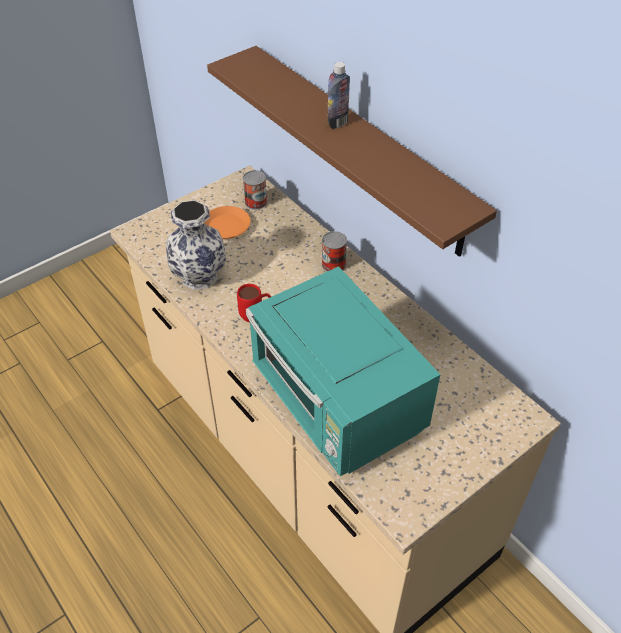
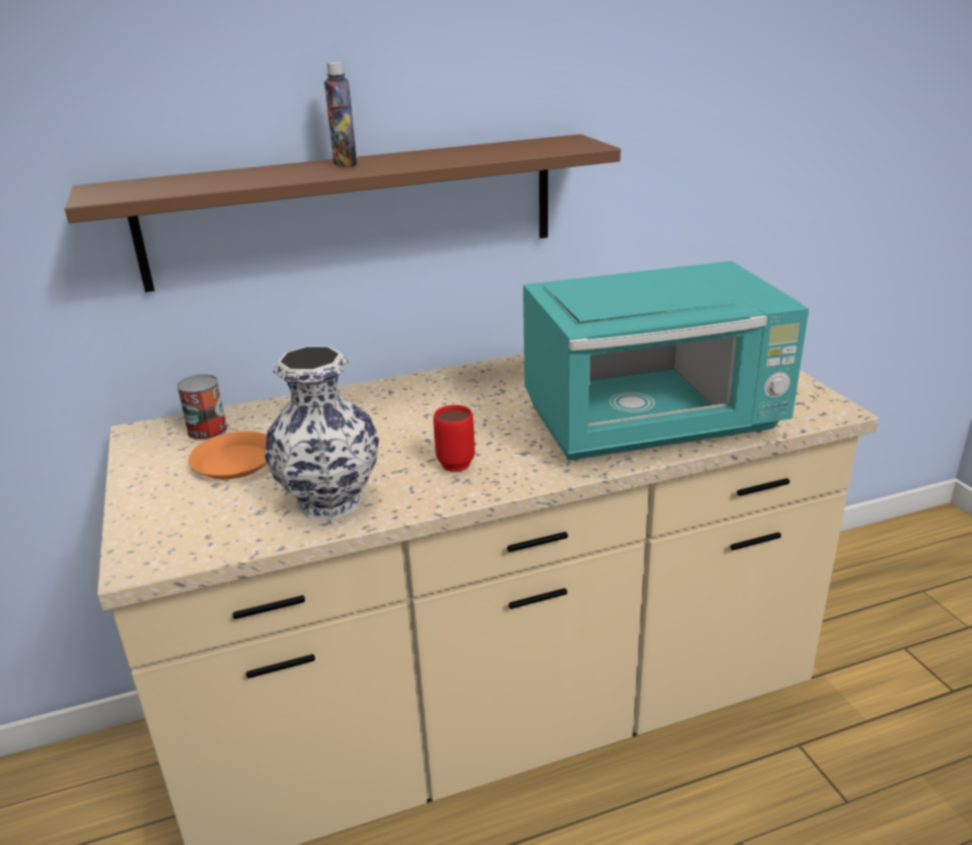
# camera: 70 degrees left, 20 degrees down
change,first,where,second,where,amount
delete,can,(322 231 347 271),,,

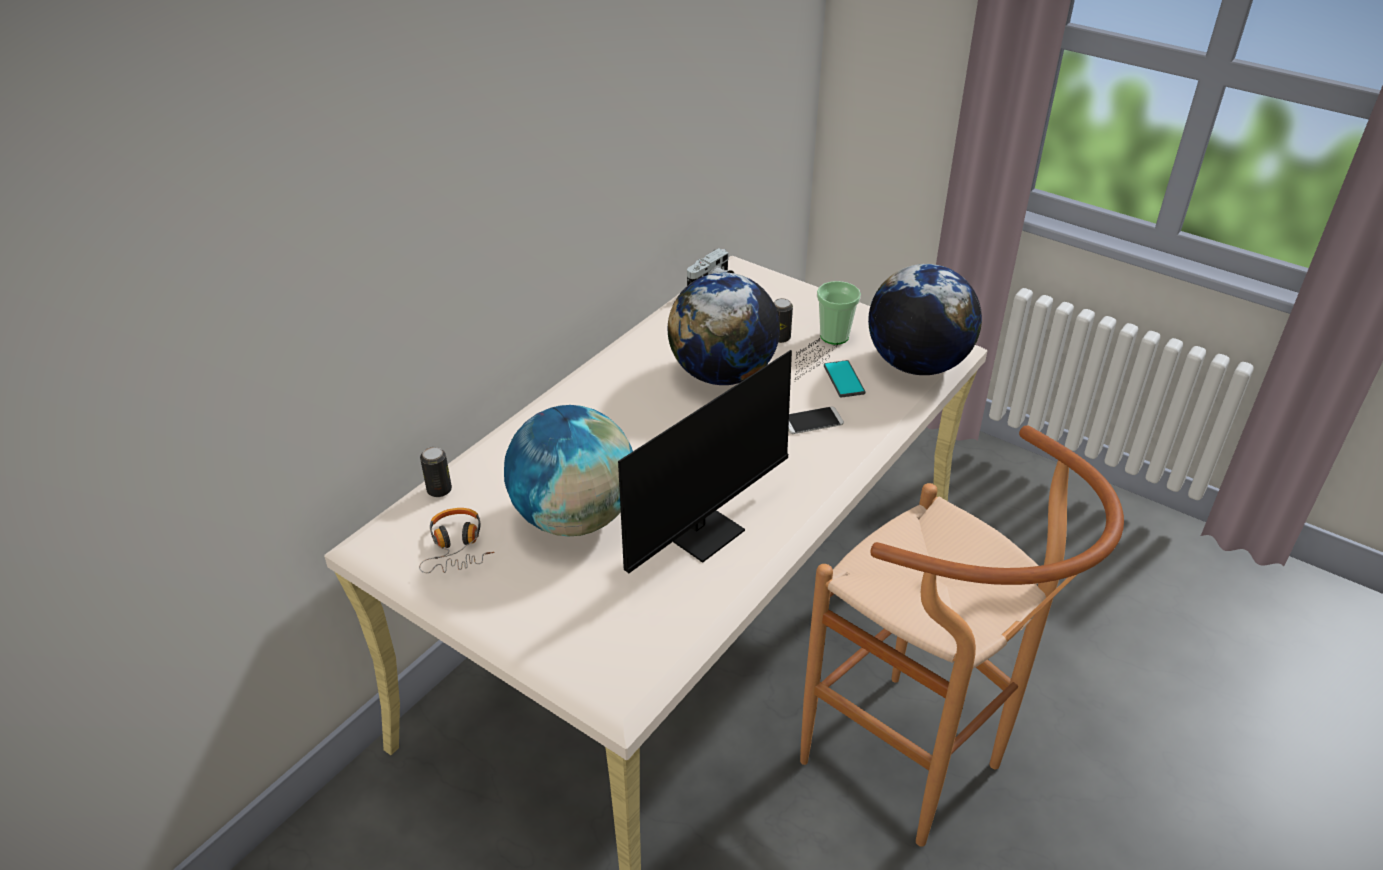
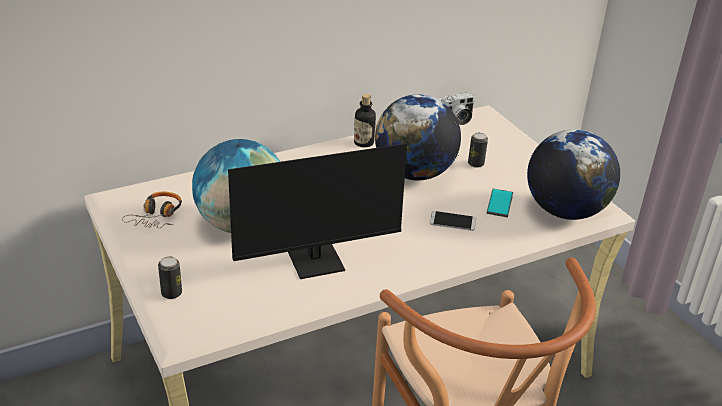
# camera: 25 degrees right, 5 degrees down
change,first,where,second,where,amount
move,can,(420 447 452 497),,(158 256 182 299),
insert,,,bottle,(354 94 376 147),
delete,cup,(817 281 861 345),,,

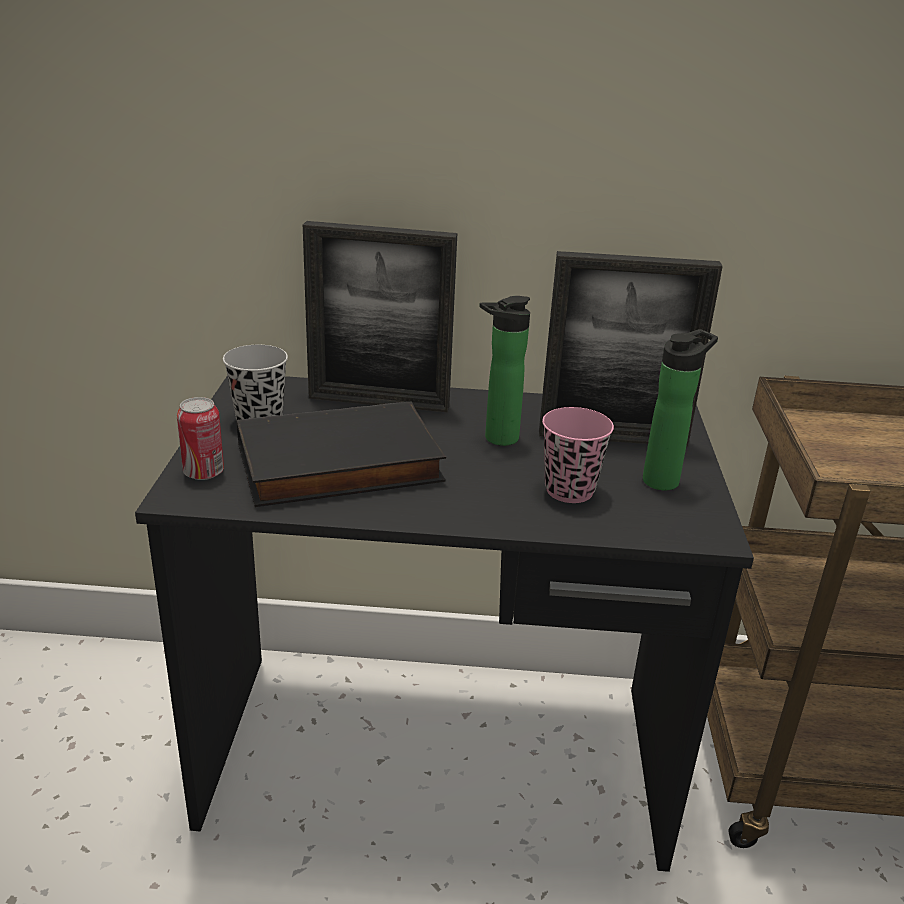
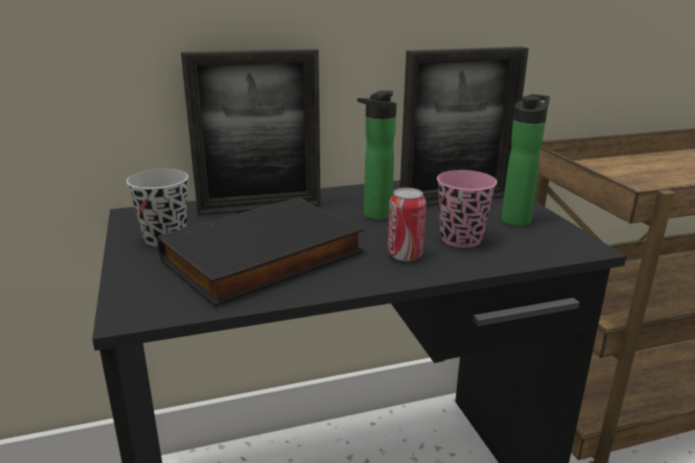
# camera: 20 degrees left, 5 degrees down
change,first,where,second,where,amount
move,can,(177 397 224 480),,(388 188 426 261),

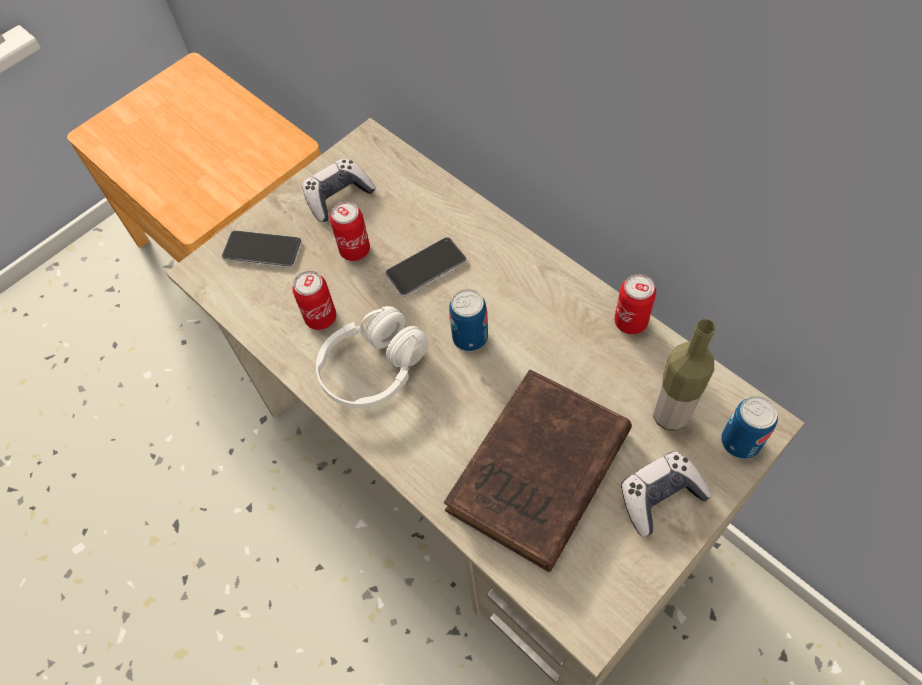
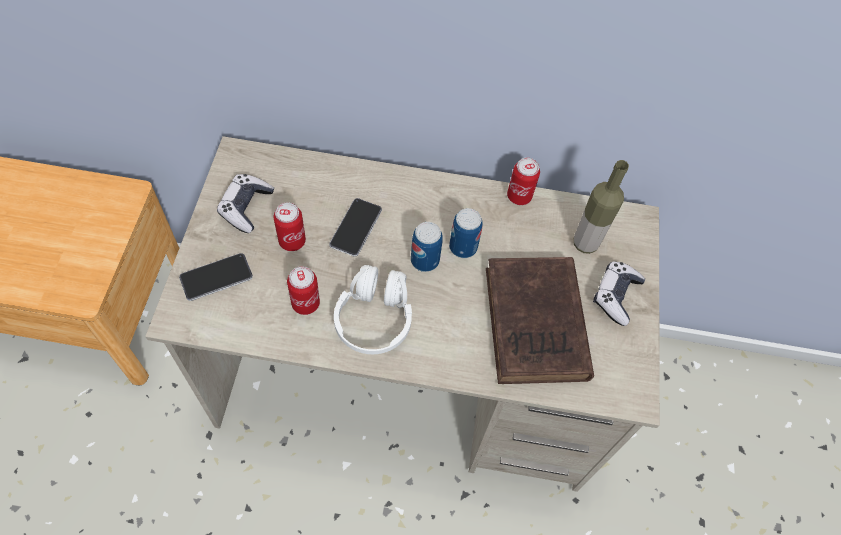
# camera: 45 degrees left, 0 degrees up
change,first,where,second,where,amount
move,can,(721 396 778 459),,(449 208 483 258),

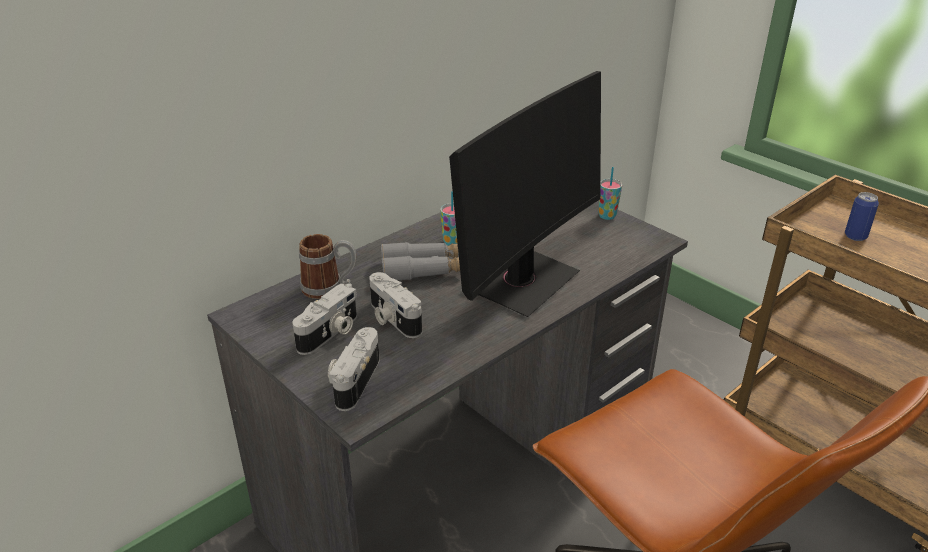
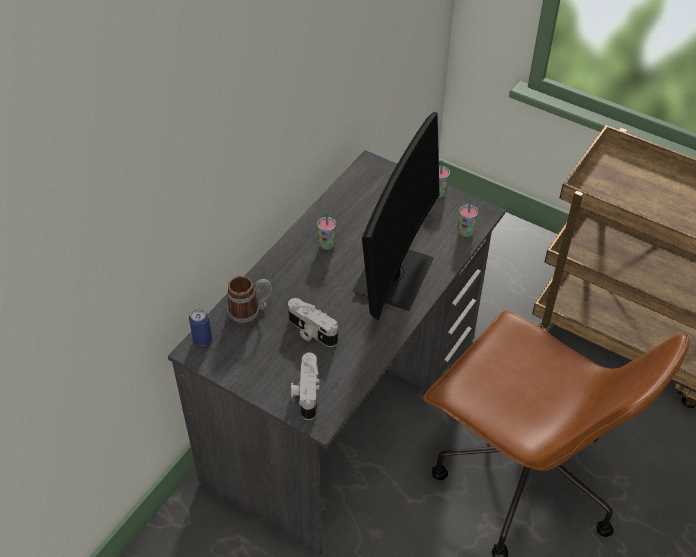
# camera: 15 degrees left, 15 degrees up
change,first,where,second,where,amount
move,can,(845 192 879 241),,(189 308 212 346),
insert,,,cup,(458 199 478 237),
delete,photo camera,(292 283 357 355),,,
delete,binoculars (grey),(381 242 460 280),,,

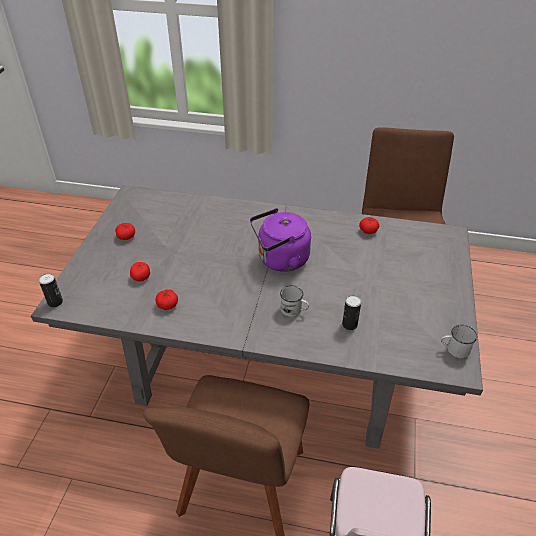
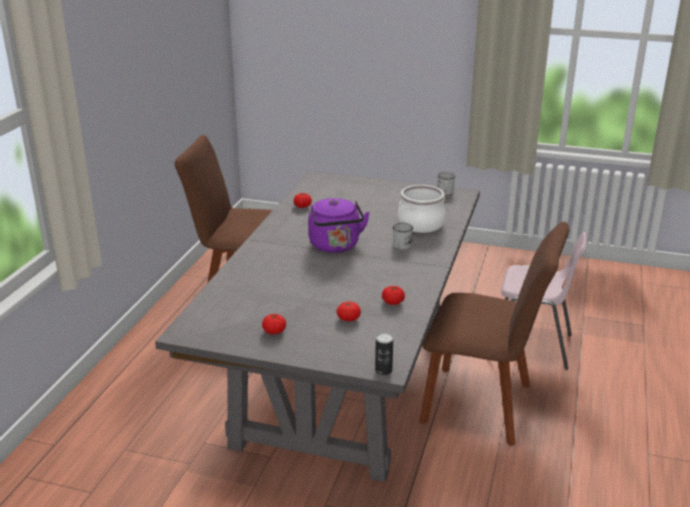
# camera: 85 degrees left, 15 degrees down
change,first,where,second,where,amount
replace,can,(342 295 361 330),cooking pot,(398 185 446 233),

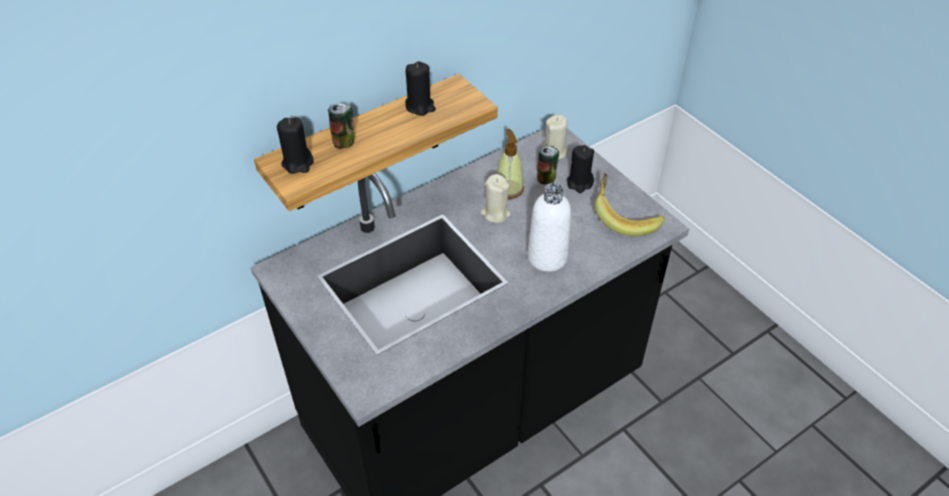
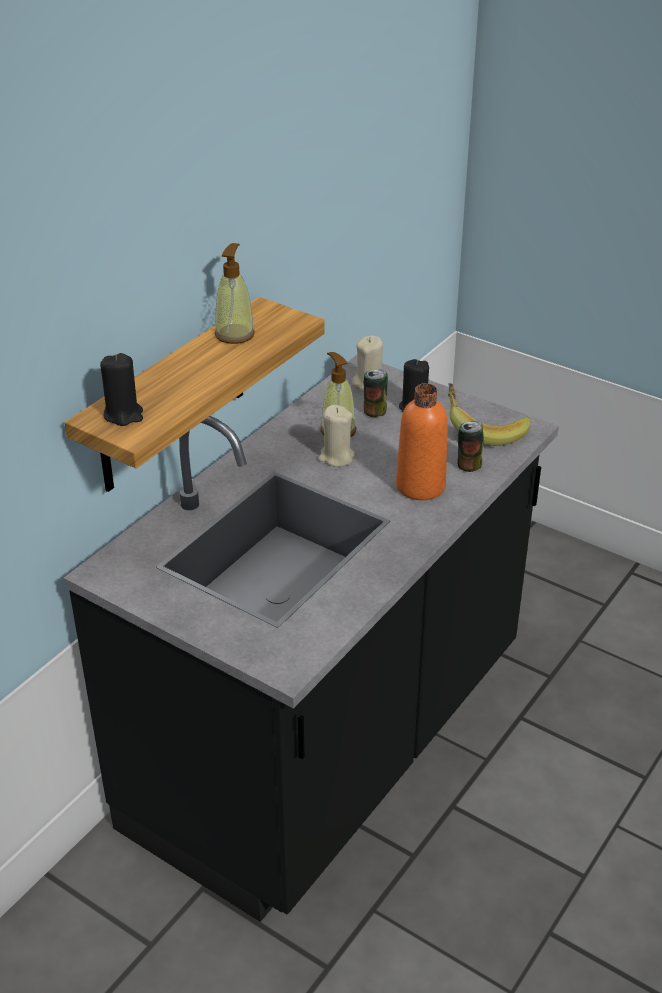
# camera: 20 degrees left, 10 degrees down
change,first,where,second,where,amount
replace,candle (black),(405 61 436 116),soap dispenser,(215 243 255 344),
recolor,bottle (white),(527 183 571 272),bottle (orange),(396 383 448 500),
move,can,(328 103 355 149),,(457 421 484 472),

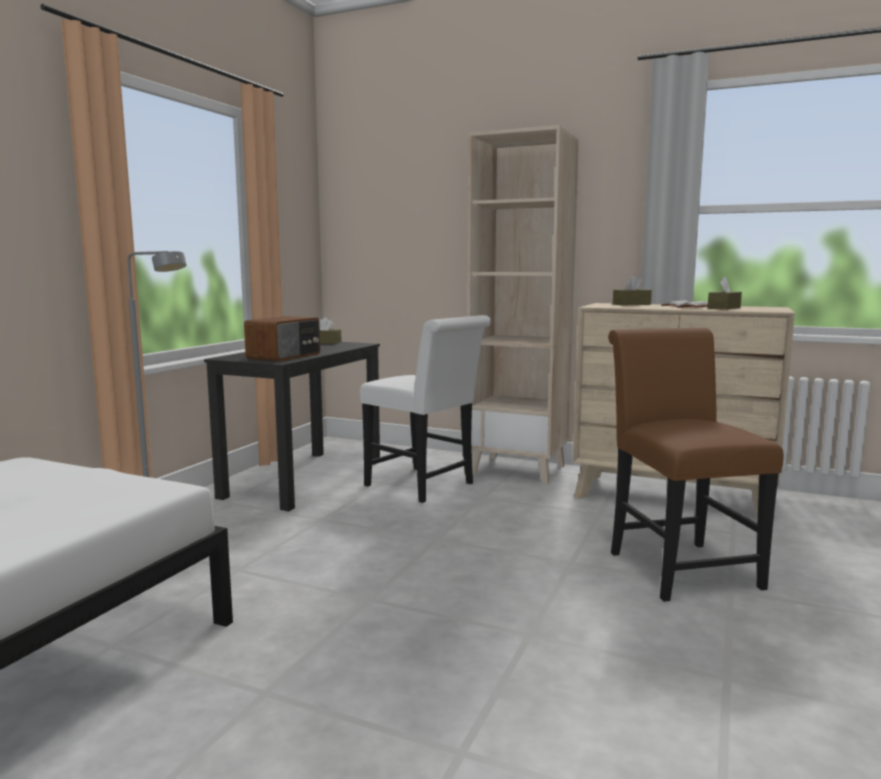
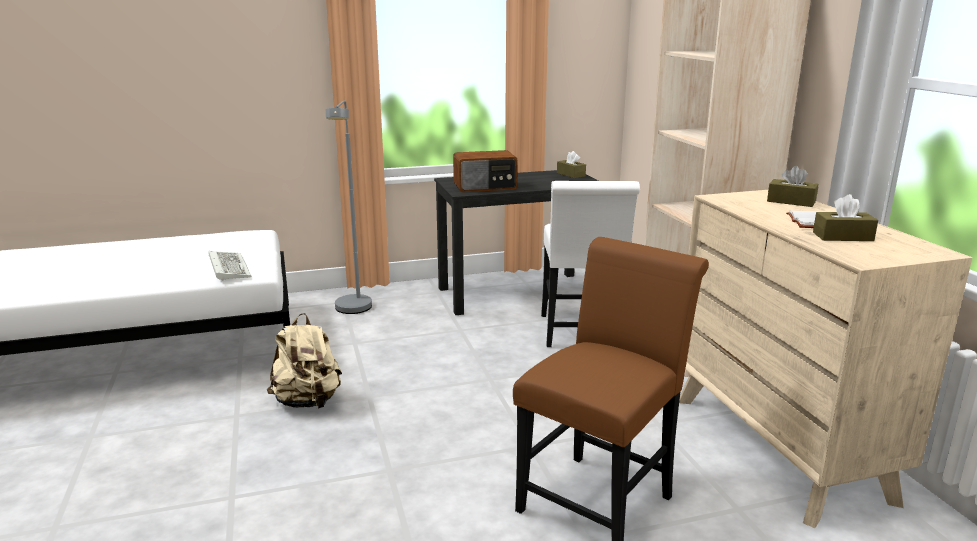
# camera: 50 degrees right, 10 degrees up
change,first,where,second,where,amount
insert,,,keyboard,(208 251 251 281),
insert,,,backpack (beige),(267 313 342 409),

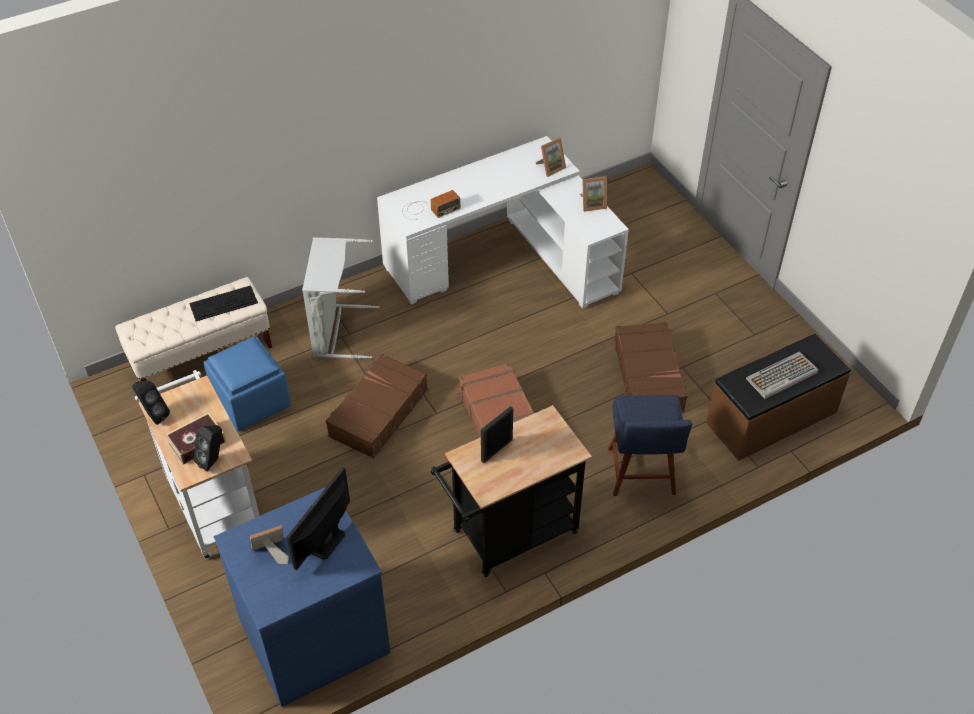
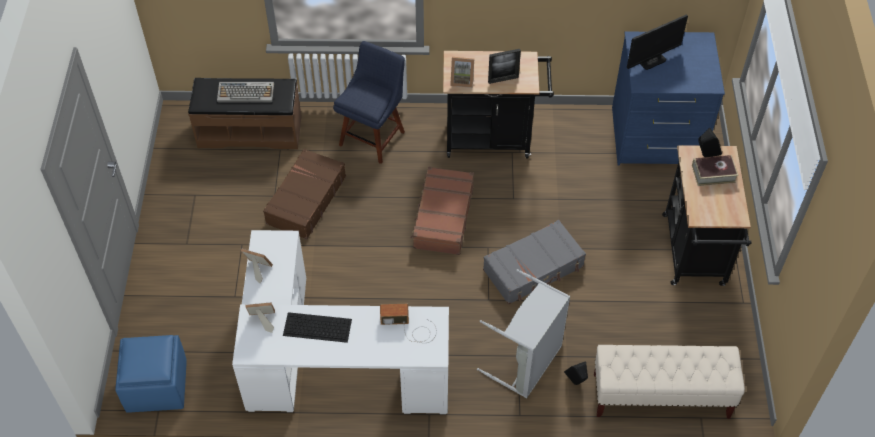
# camera: 150 degrees left, 5 degrees up
change,first,where,second,where,amount
move,ottoman (blue),(204 336 291 432),,(115 335 187 413),
move,keyboard,(189 285 258 321),,(283 312 352 343),
move,picture frame,(250 525 289 564),,(450 57 474 88),
recolor,suitcase (brown),(326 354 428 459),suitcase (grey),(483 220 586 305),
move,speaker (black),(133 380 170 425),,(564 361 588 385),
recolor,cart (white),(135 370 260 559),cart (black),(662 145 752 286),

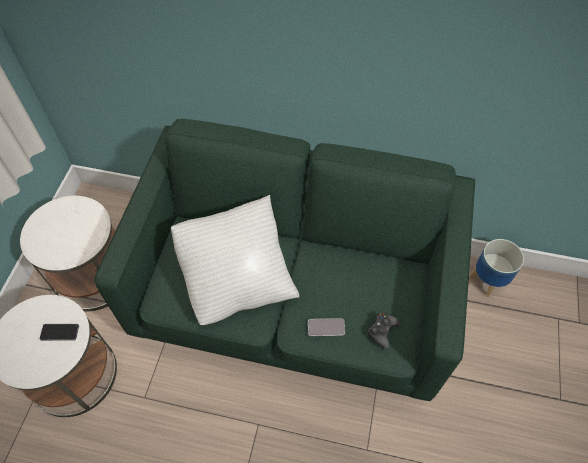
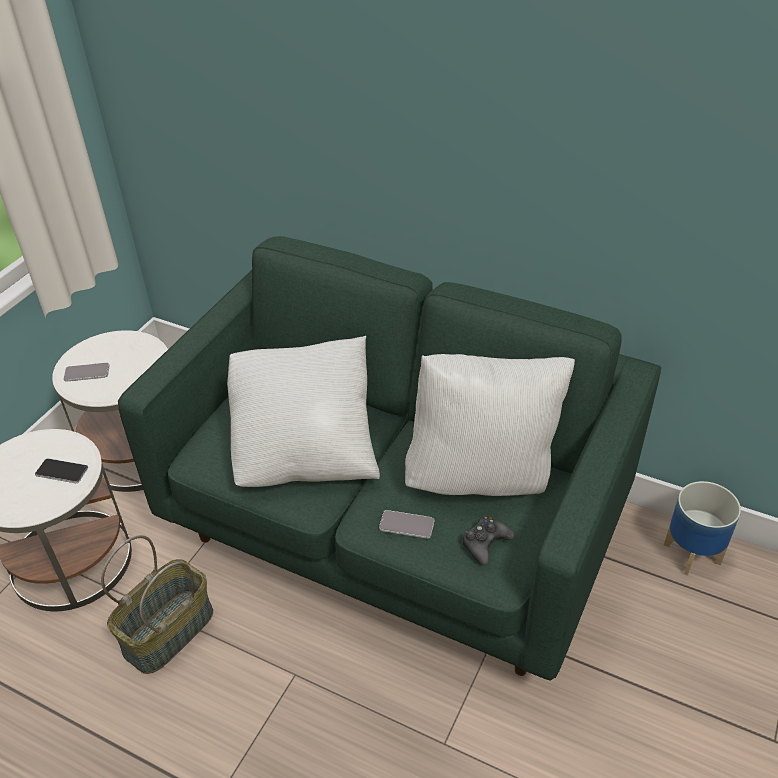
# camera: 15 degrees right, 15 degrees down
change,first,where,second,where,amount
insert,,,phone,(64 363 110 382),
insert,,,basket,(101 535 213 674),
insert,,,pillow (white),(405 354 575 496),

